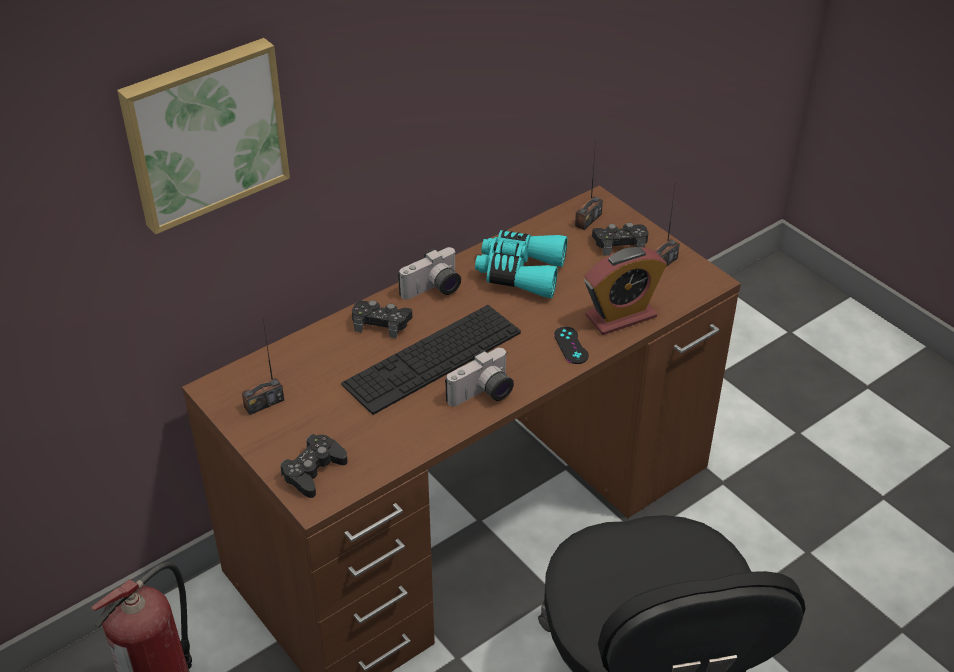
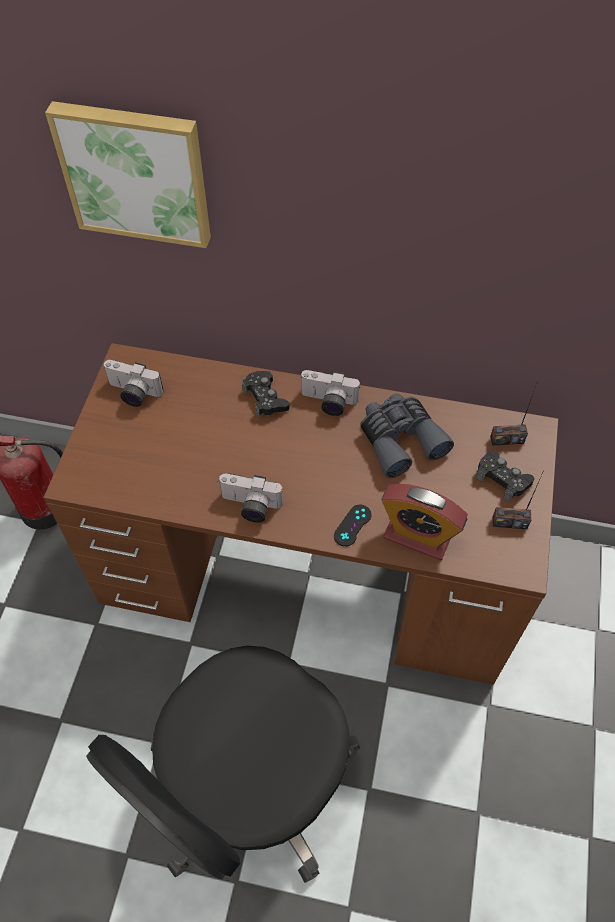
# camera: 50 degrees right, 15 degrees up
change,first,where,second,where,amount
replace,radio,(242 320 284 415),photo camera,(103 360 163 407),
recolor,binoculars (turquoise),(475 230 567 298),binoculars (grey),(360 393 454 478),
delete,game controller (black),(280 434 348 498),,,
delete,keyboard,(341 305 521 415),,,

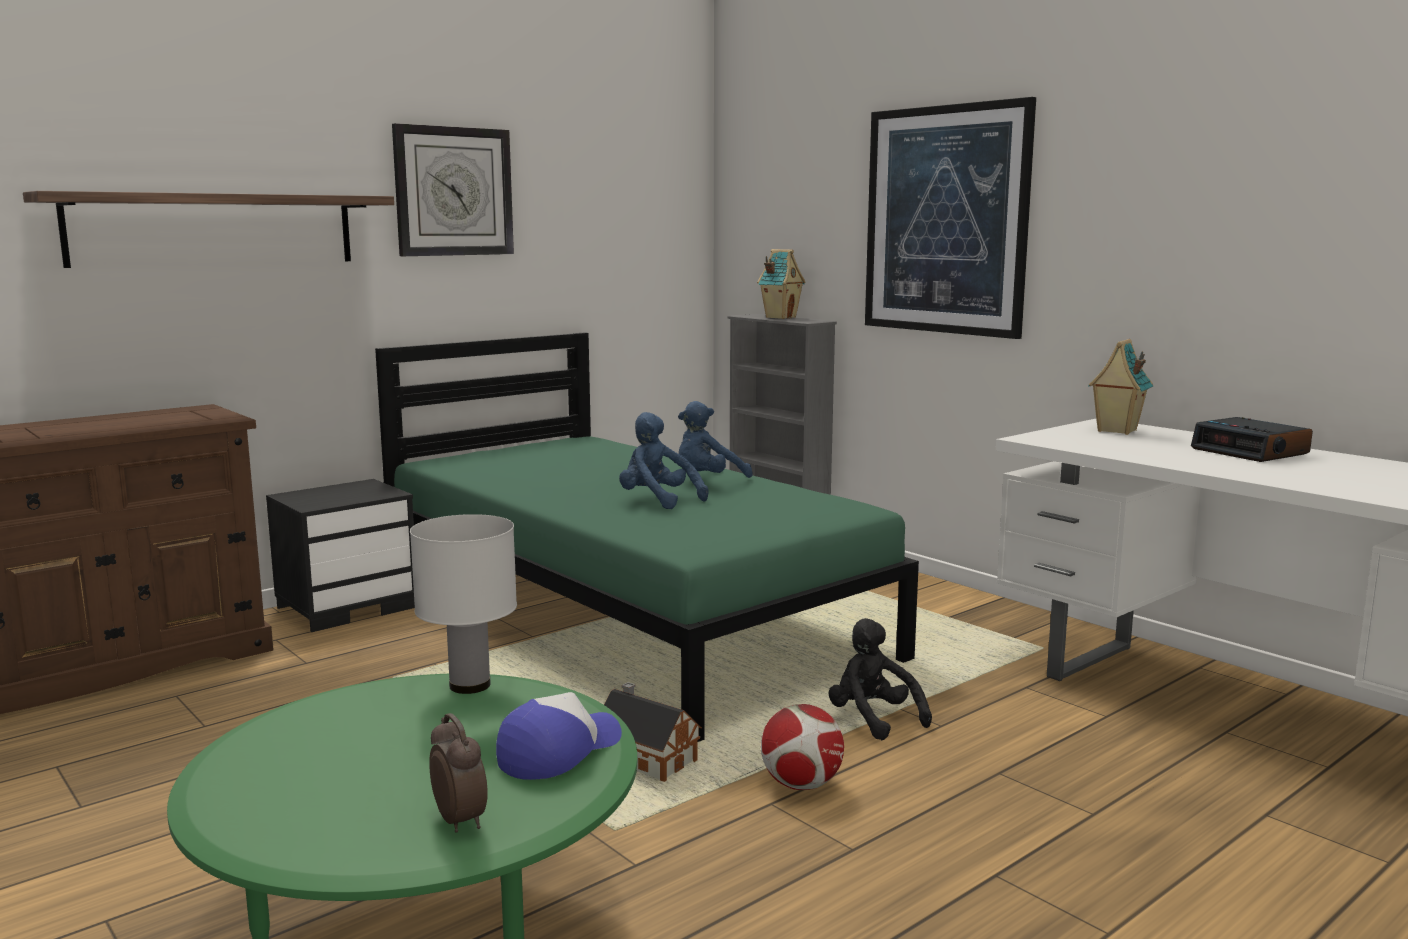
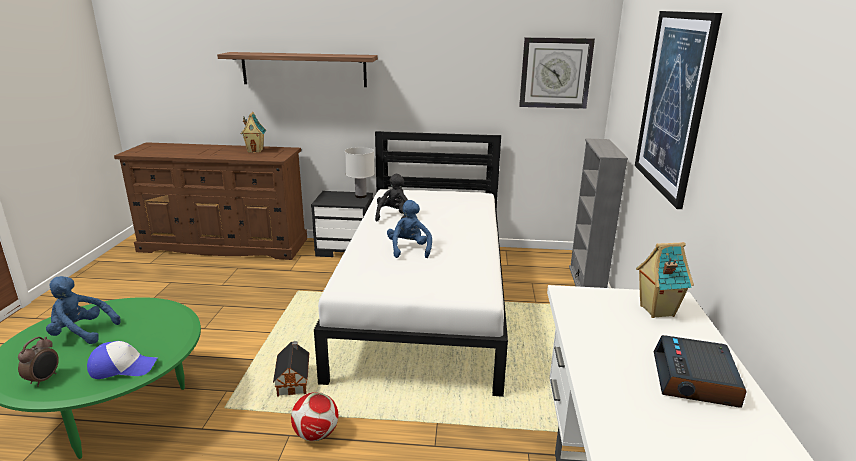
# camera: 45 degrees right, 10 degrees up
change,first,where,second,where,amount
move,plush toy (blue),(678 401 752 478),,(46 276 120 344),
move,toy house,(757 249 806 319),,(241 112 266 153),
recolor,bed (green),(375 332 919 742),bed (white),(314 131 508 397),
move,table lamp (white),(410 514 517 694),,(345 147 375 198),
move,plush toy (black),(829 618 932 740),,(375 174 408 221),
move,wall clock,(392 123 514 256),,(519 37 595 109),

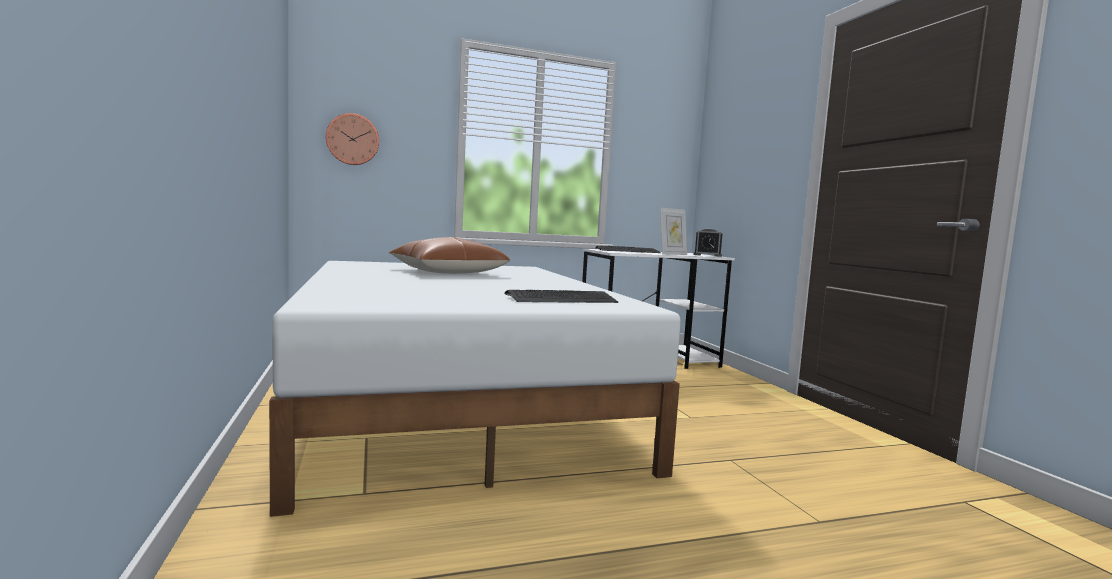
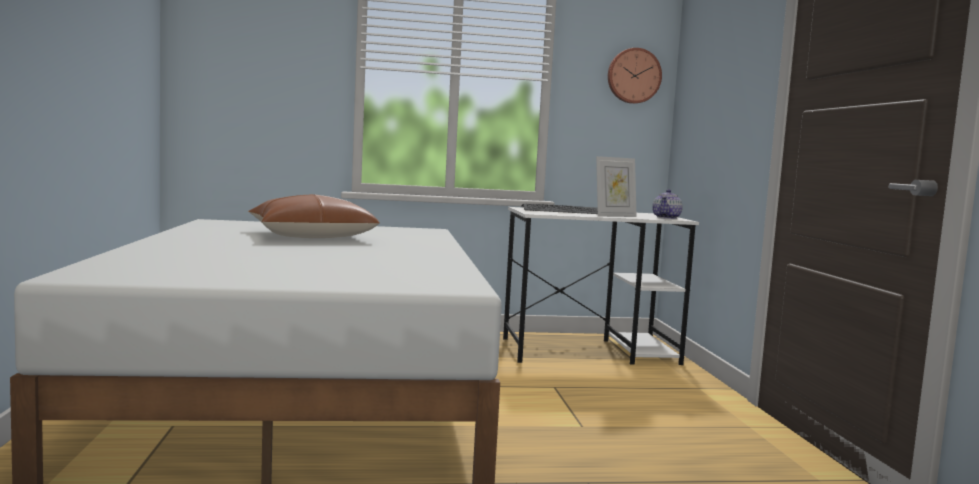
# camera: 10 degrees right, 0 degrees up
change,first,where,second,where,amount
move,wall clock,(326 113 379 165),,(608 48 662 104),
replace,alarm clock,(693 229 722 257),teapot,(652 189 683 219),
delete,keyboard,(505 290 618 303),,,

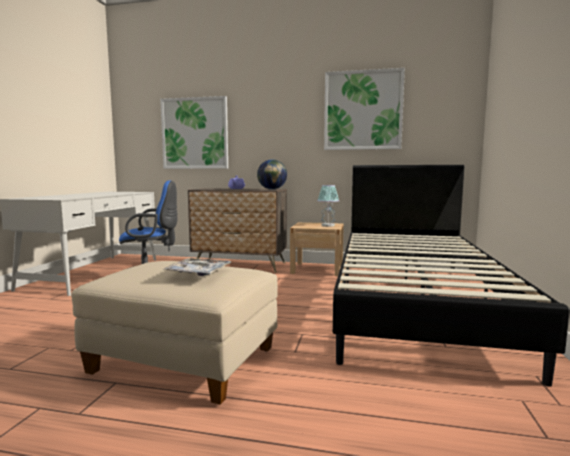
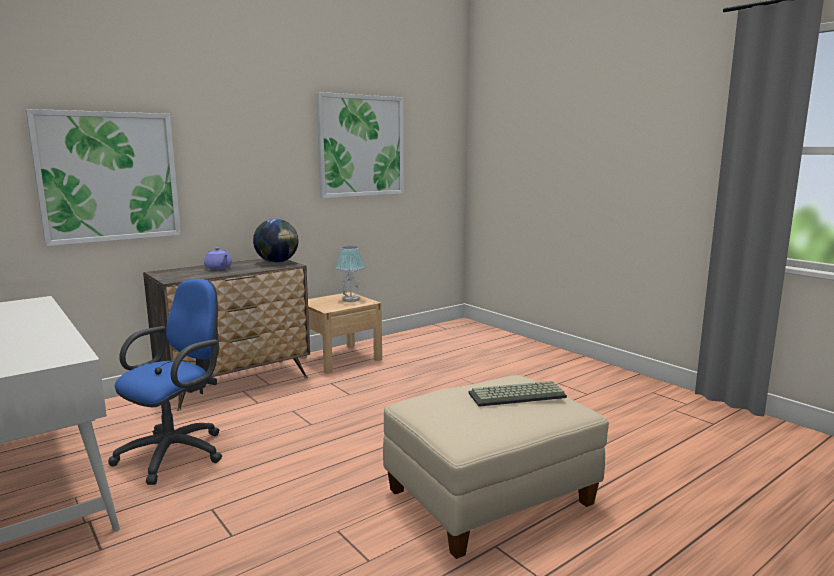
# camera: 50 degrees left, 5 degrees up
change,first,where,second,where,amount
replace,tray,(163 258 231 276),keyboard,(469 381 567 407),
delete,bed (black),(333 165 570 387),,,

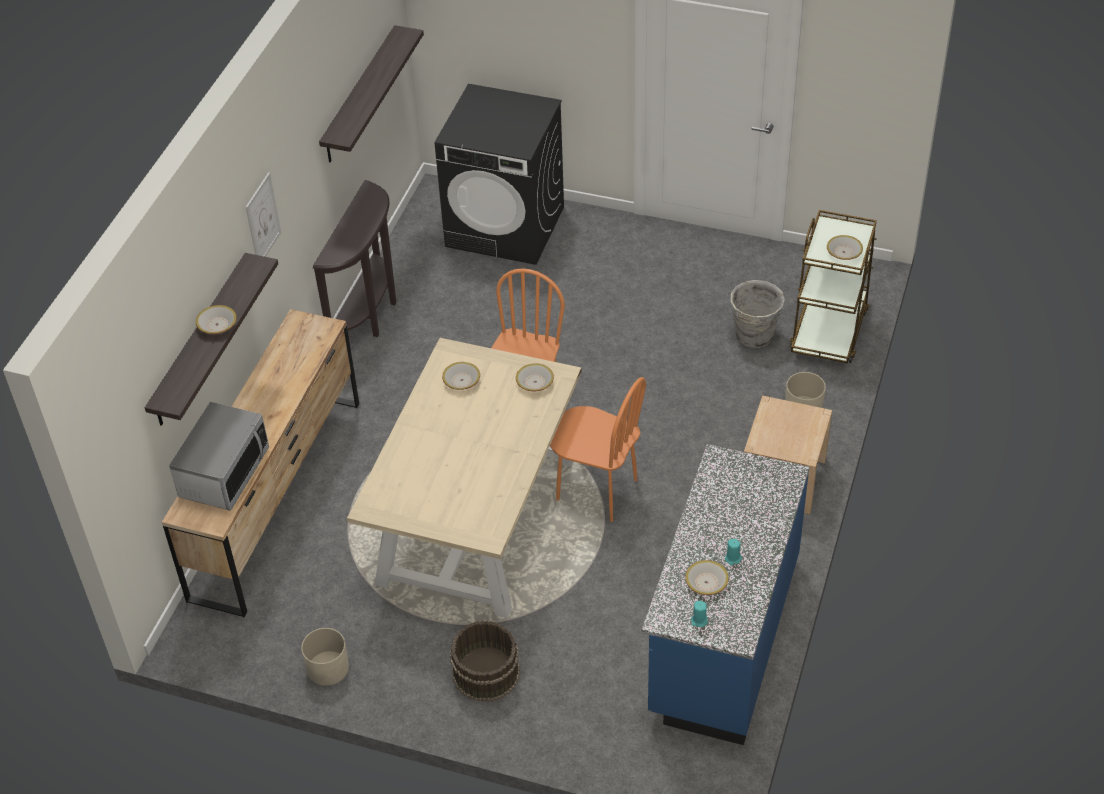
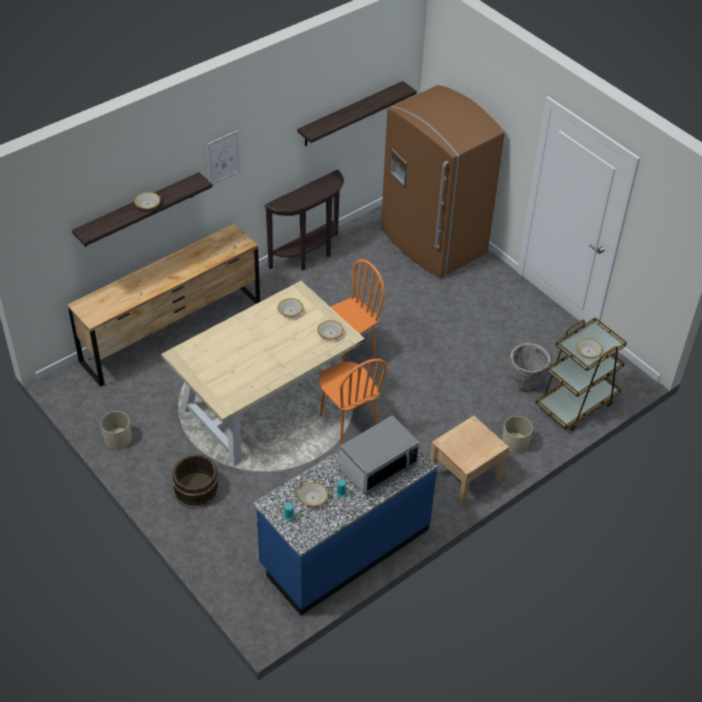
# camera: 30 degrees right, 0 degrees up
change,first,where,second,where,amount
move,microwave,(169 402 269 511),,(339 416 419 496),
replace,washing machine (black),(435 84 564 265),fridge (brown),(381 85 505 278),

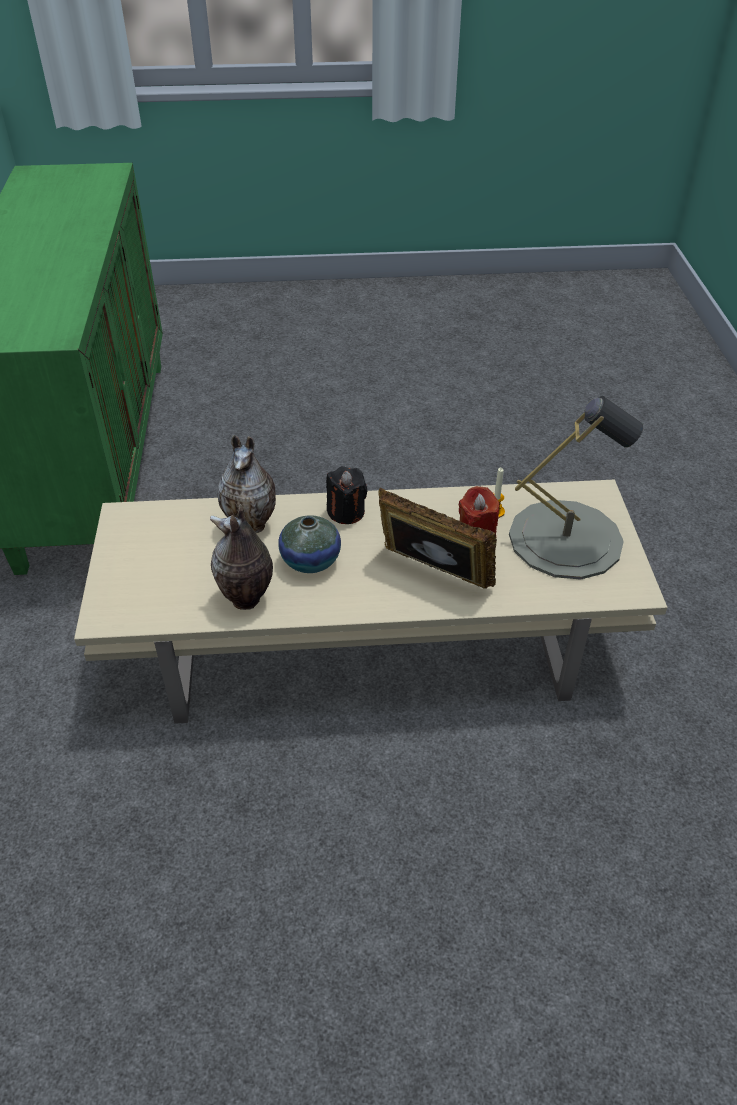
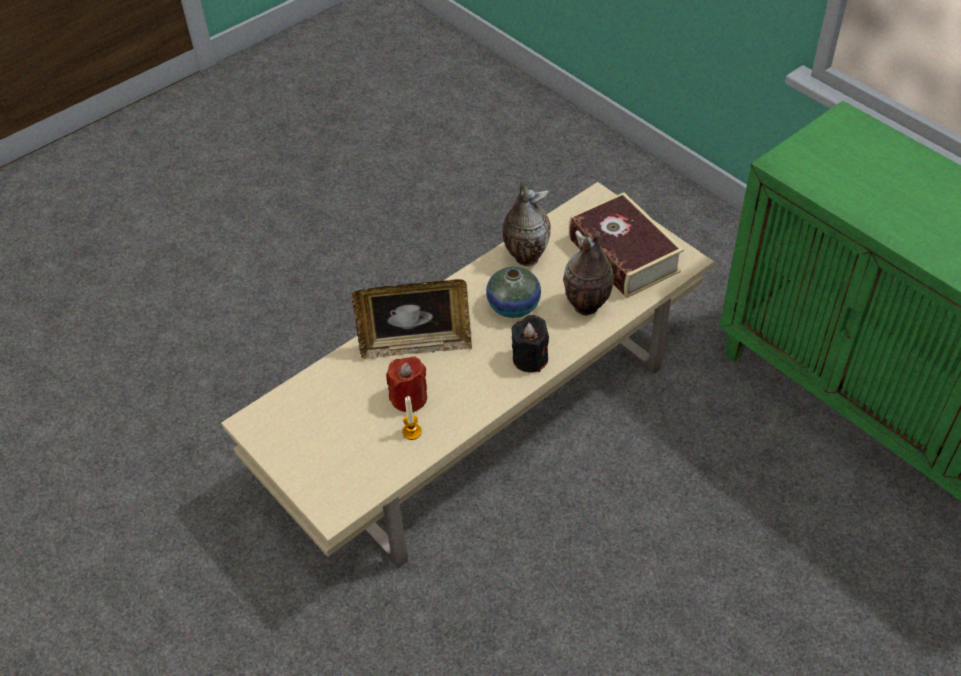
# camera: 145 degrees right, 5 degrees up
change,first,where,second,where,amount
insert,,,book,(569 192 684 298),
delete,table lamp (grey),(509 396 644 580),,,

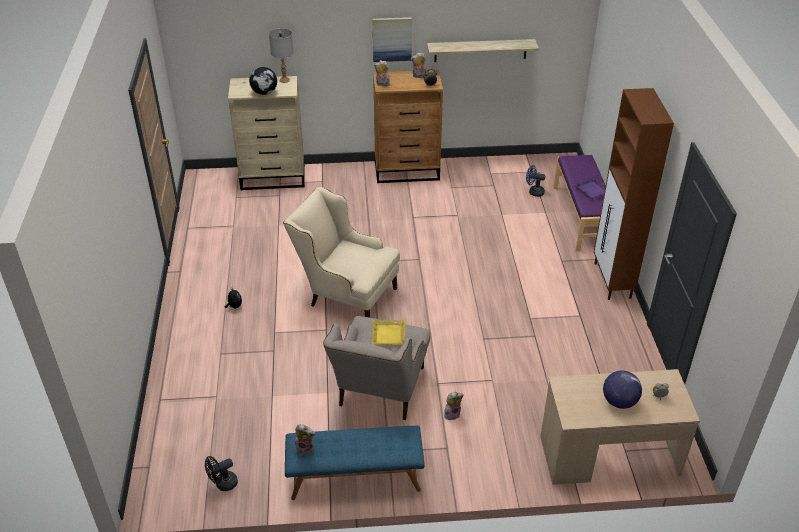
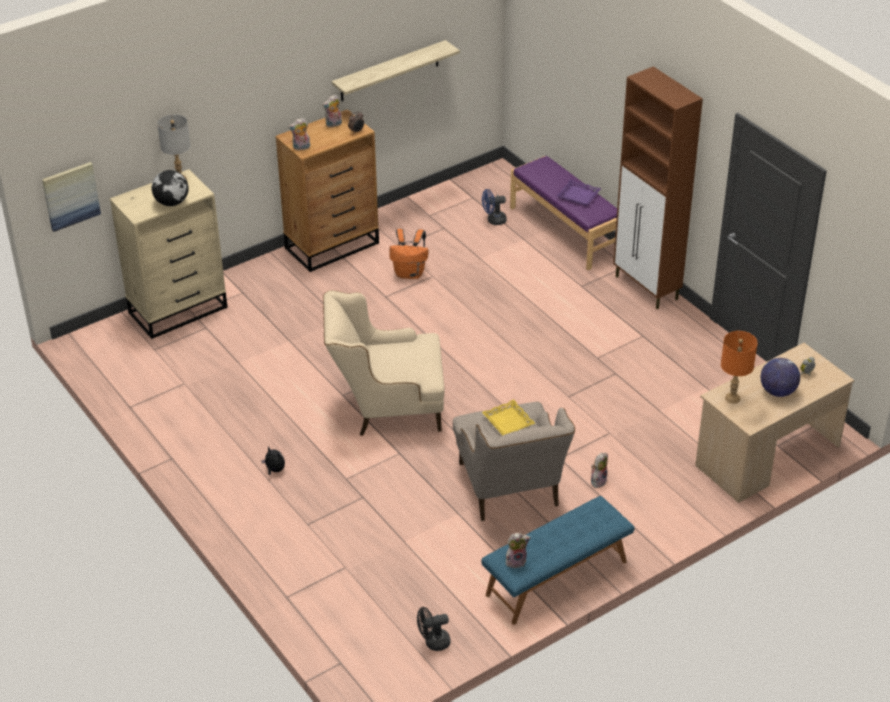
# camera: 30 degrees left, 0 degrees up
change,first,where,second,where,amount
move,picture,(372 17 412 62),,(42 162 101 232),
insert,,,backpack (orange),(389 229 429 279),
rotate,fan (black),(205 456 238 491),,(417 607 450 651),45 degrees clockwise
insert,,,table lamp (orange),(721 331 757 404),

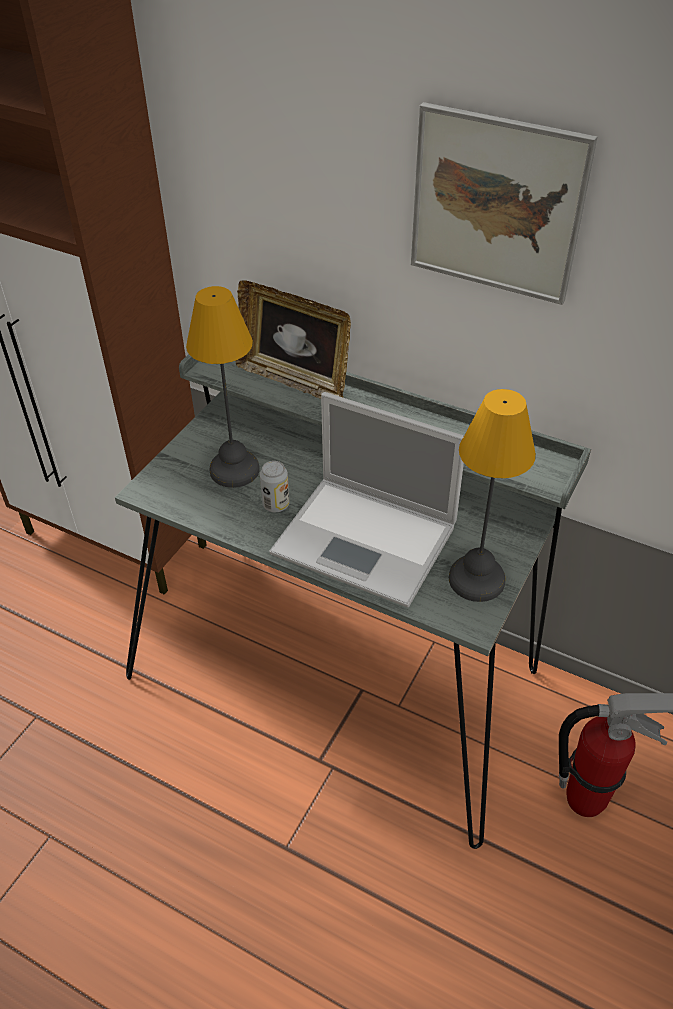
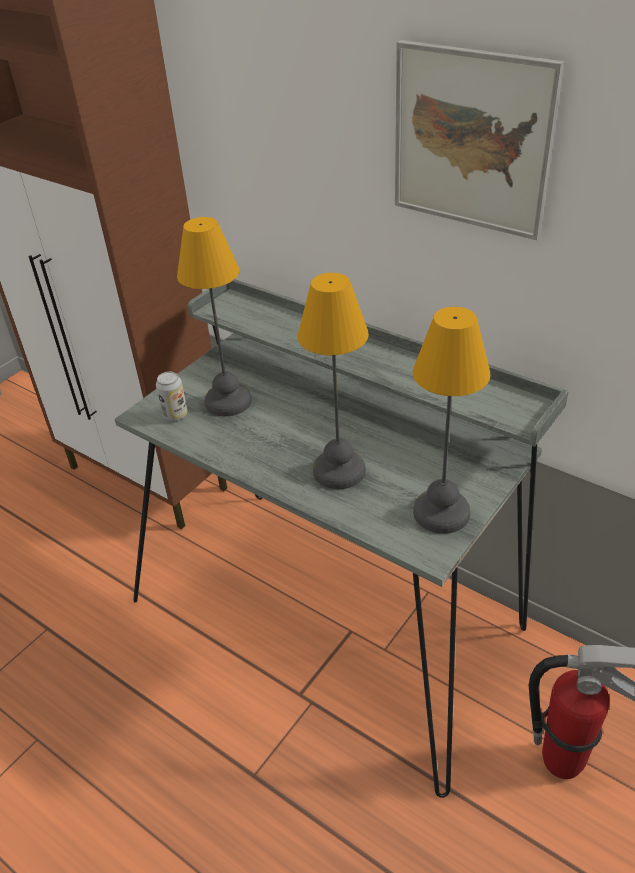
# camera: 10 degrees right, 5 degrees down
change,first,where,second,where,amount
move,can,(260 461 289 512),,(156 372 187 421),
replace,laptop,(269 392 464 608),table lamp,(297 273 369 489),
delete,picture frame,(236 280 351 399),,,

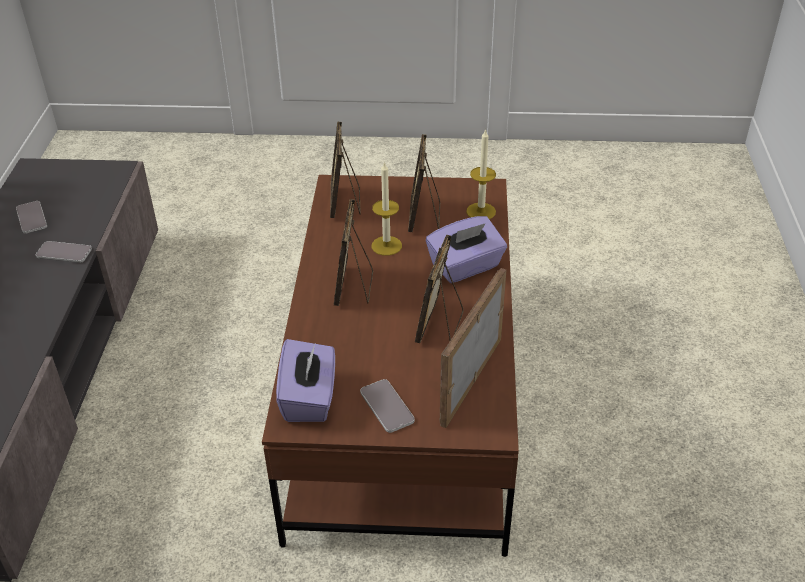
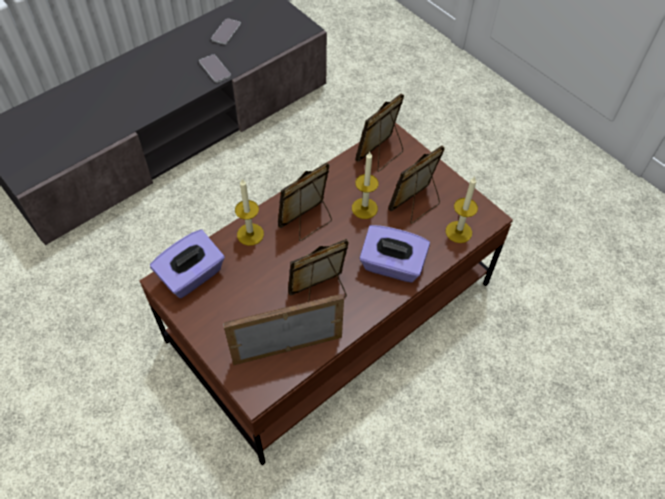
# camera: 45 degrees right, 15 degrees up
change,first,where,second,where,amount
insert,,,candle,(235 178 264 246),
delete,phone,(360 379 415 433),,,

